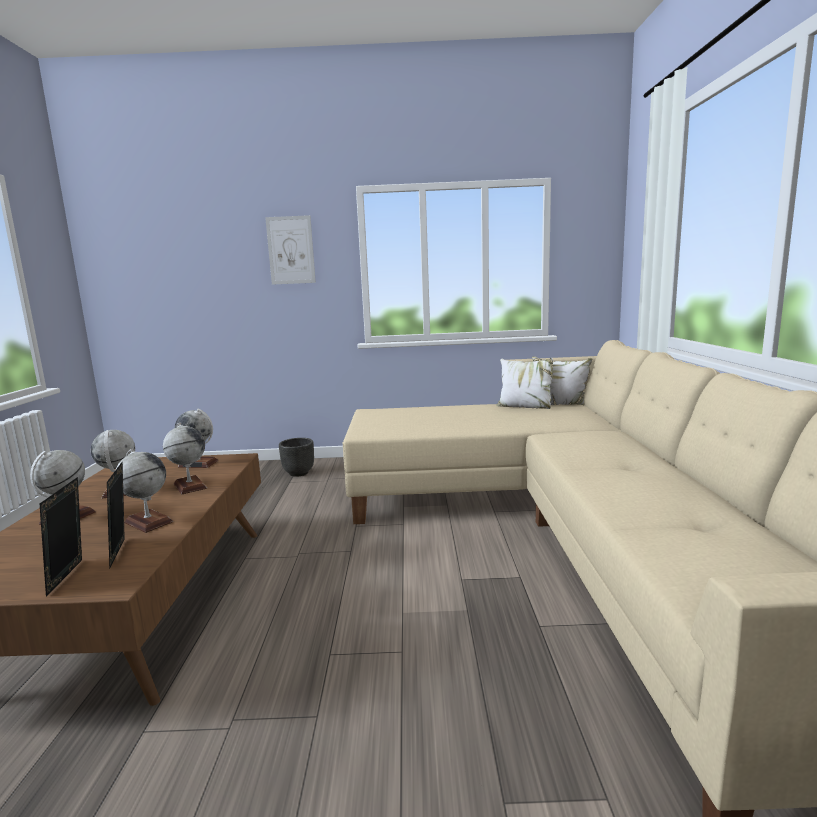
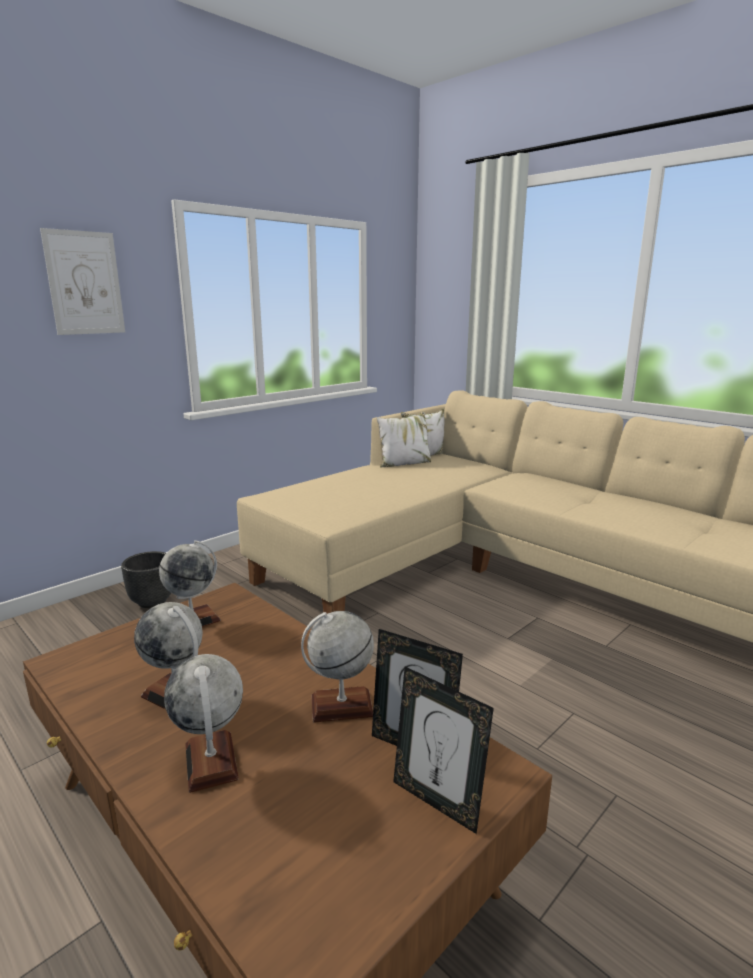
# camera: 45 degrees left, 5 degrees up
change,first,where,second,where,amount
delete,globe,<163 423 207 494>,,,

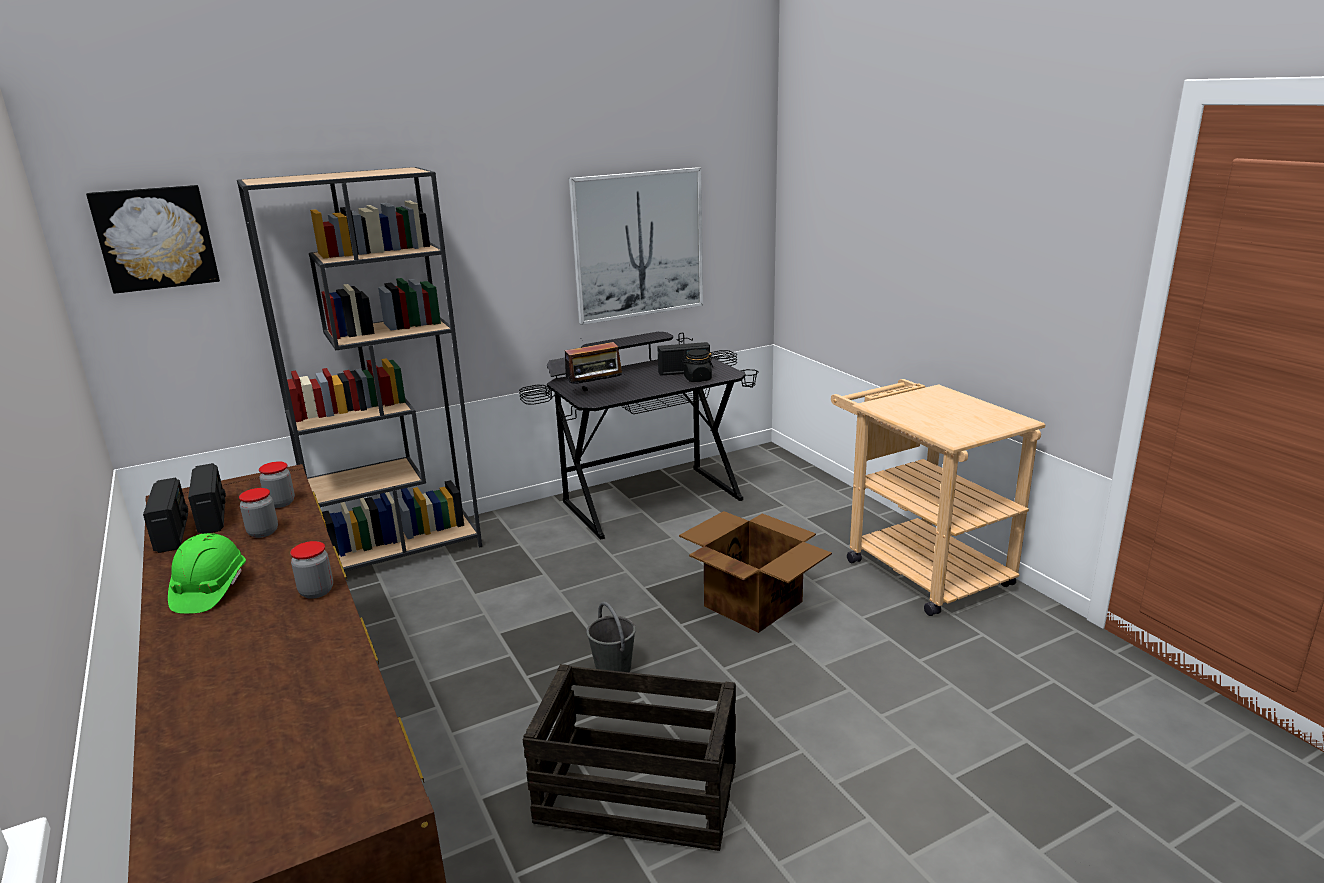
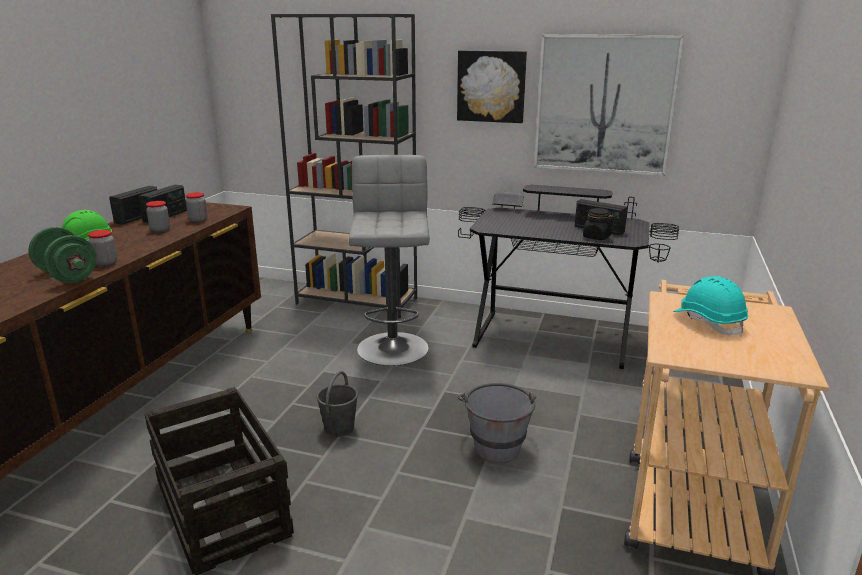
# camera: 45 degrees right, 0 degrees up
change,first,where,second,where,amount
delete,radio,<559 335 622 392>,,,
insert,,,green dumbbell,<28 227 97 283>,
insert,,,grey stool,<348 155 430 366>,
insert,,,turquoise hard hat,<673 276 748 337>,
move,picture,<86 185 220 294>,,<457 50 527 123>,
replace,cardboard box,<679 511 832 633>,grey bucket,<458 383 536 463>,

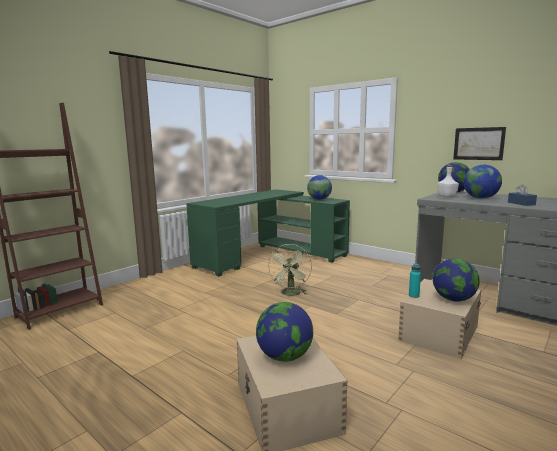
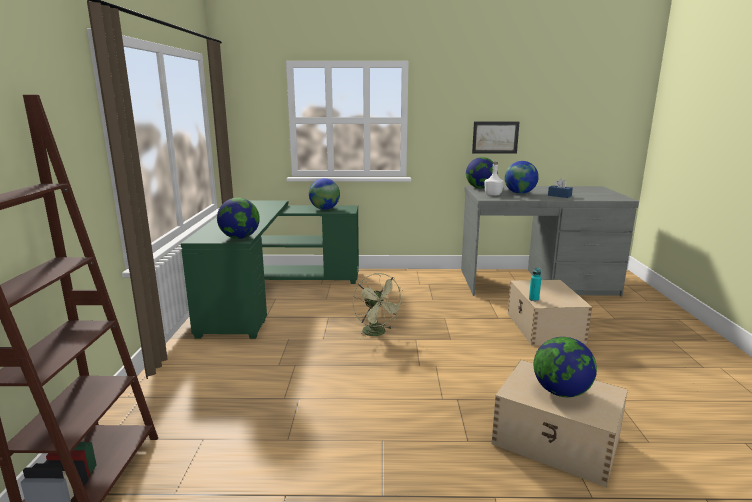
# camera: 40 degrees left, 5 degrees up
change,first,where,second,where,amount
move,globe,<433 258 480 302>,,<217 198 260 239>,

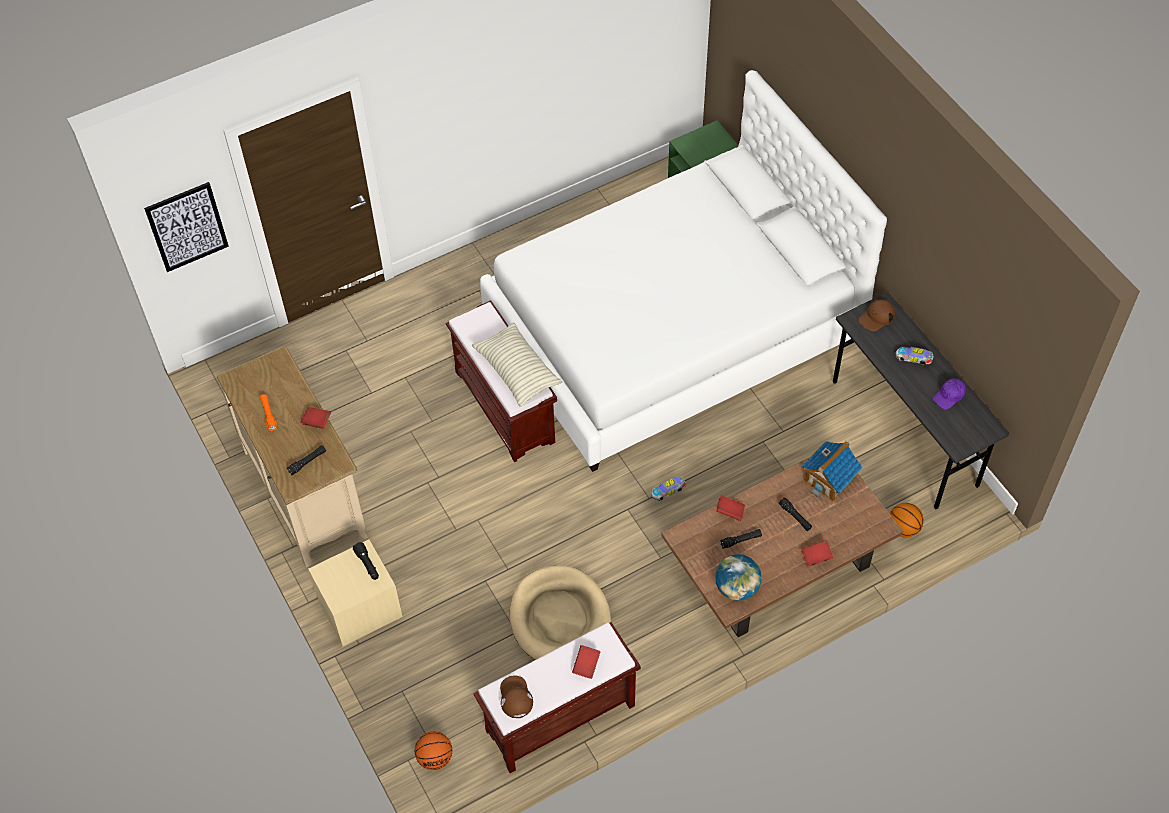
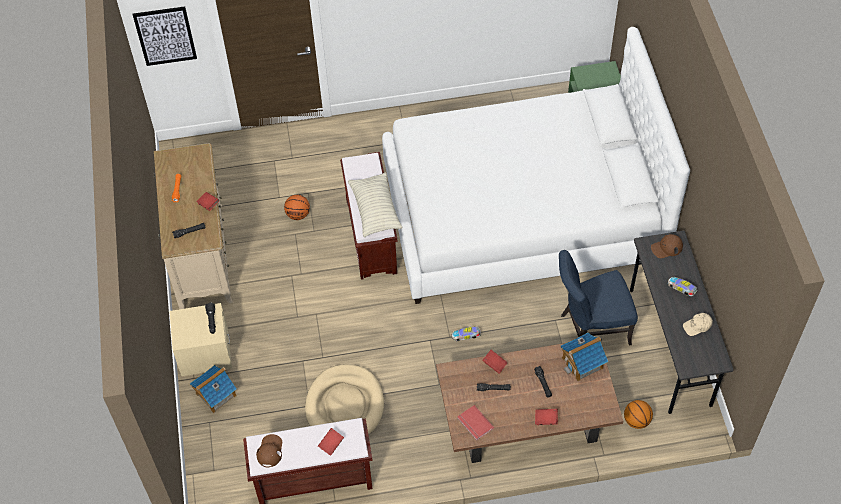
# camera: 20 degrees right, 0 degrees up
change,first,where,second,where,amount
insert,,,toy house,<190 365 237 413>,
insert,,,blue chair,<559 250 638 346>,
move,basketball,<415 732 452 770>,,<284 195 310 220>,
replace,globe,<715 554 761 601>,red book,<457 405 494 441>,
recolor,purple cap,<933 378 966 410>,beige cap,<683 313 713 336>,

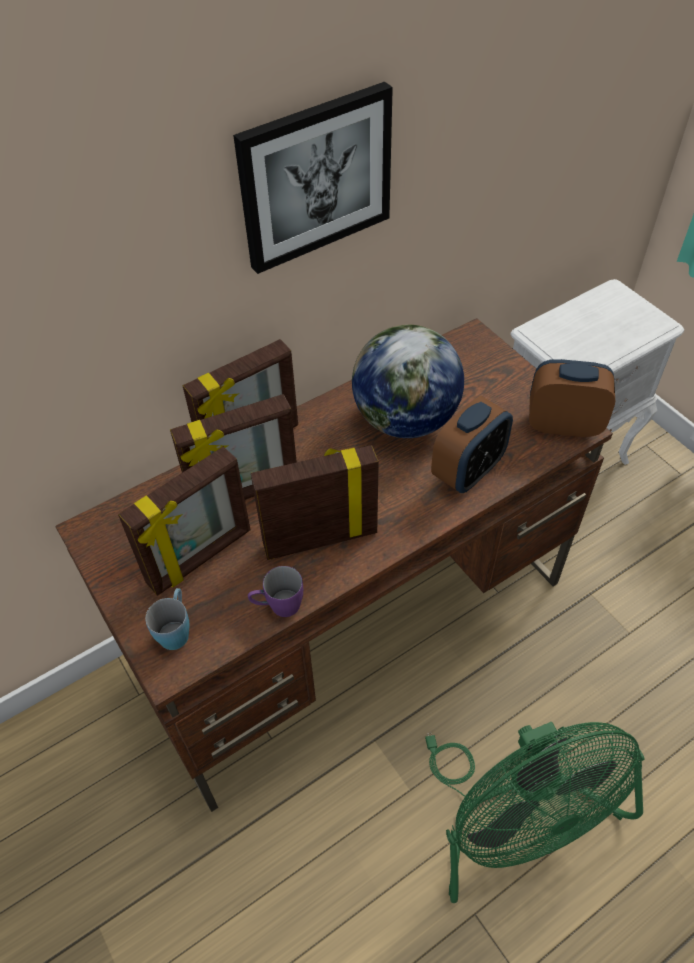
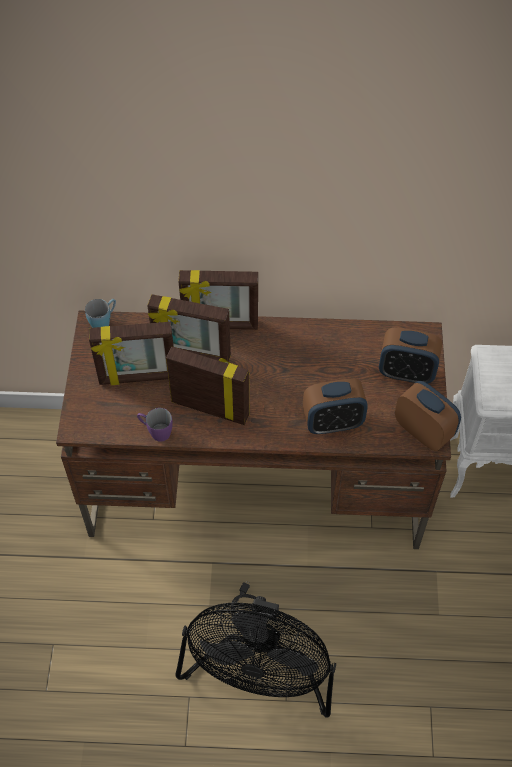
# camera: 35 degrees right, 5 degrees up
change,first,where,second,where,amount
delete,picture,<233 82 393 274>,,,
delete,globe,<352 324 464 438>,,,
insert,,,alarm clock,<379 327 442 384>,
move,blue mug,<145 588 190 650>,,<85 299 116 328>,
recolor,green fan,<425 722 645 903>,black fan,<175 582 336 718>,

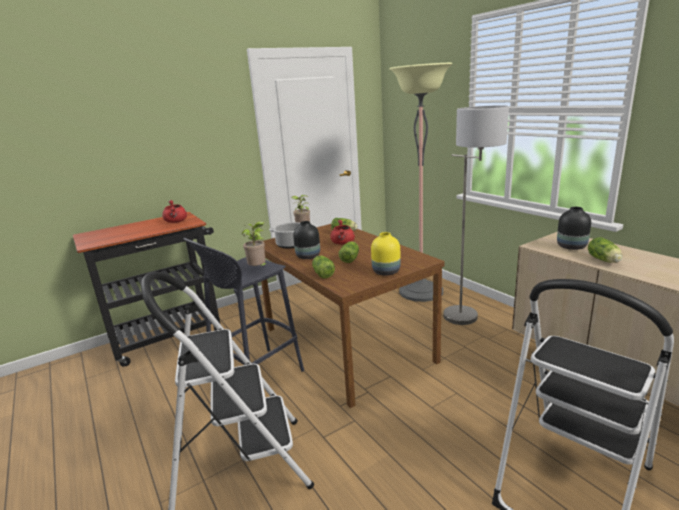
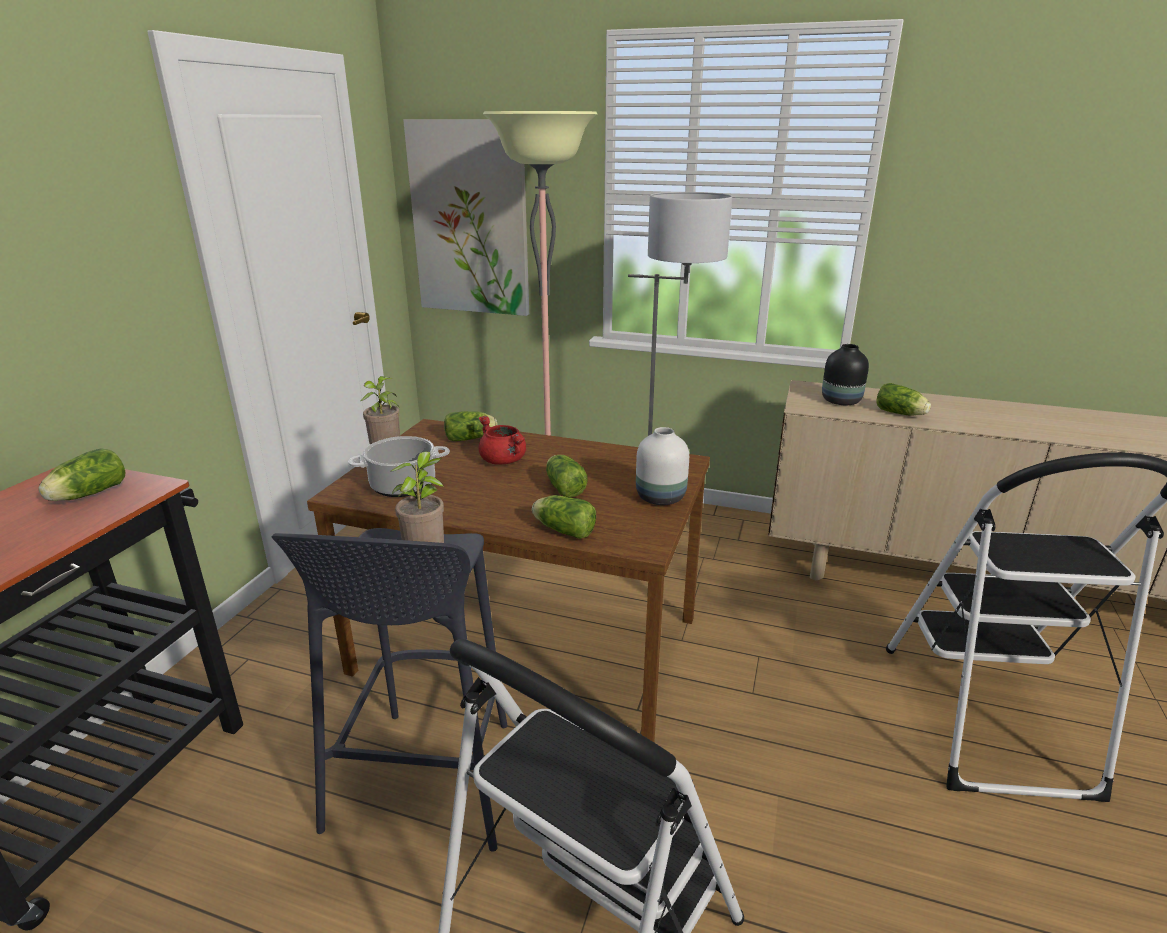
# camera: 40 degrees left, 5 degrees up
change,first,where,second,where,amount
delete,black vase,<293 221 320 259>,,,
insert,,,picture,<403 119 529 316>,
replace,red cooking pot,<162 200 187 223>,lettuce,<38 448 125 501>,
recolor,yellow vase,<371 232 401 276>,white vase,<636 427 689 505>,

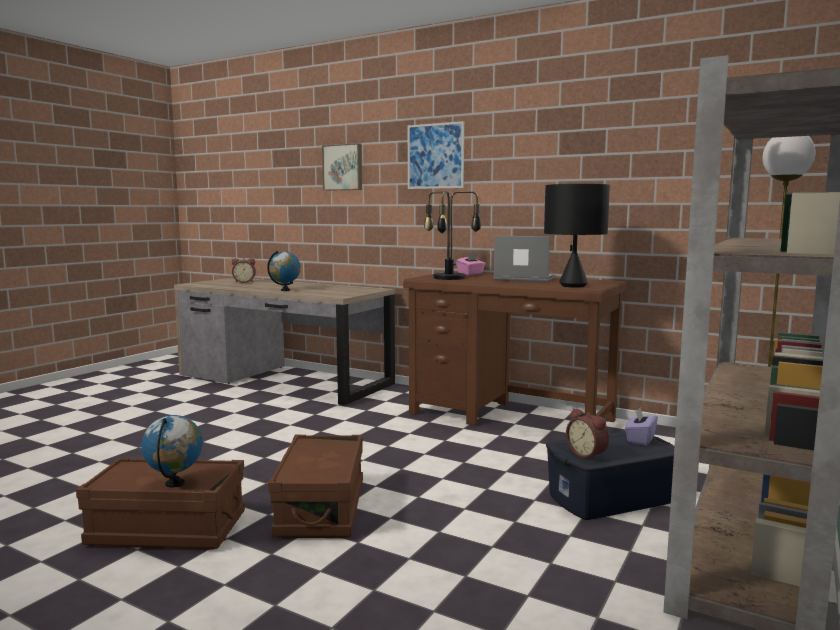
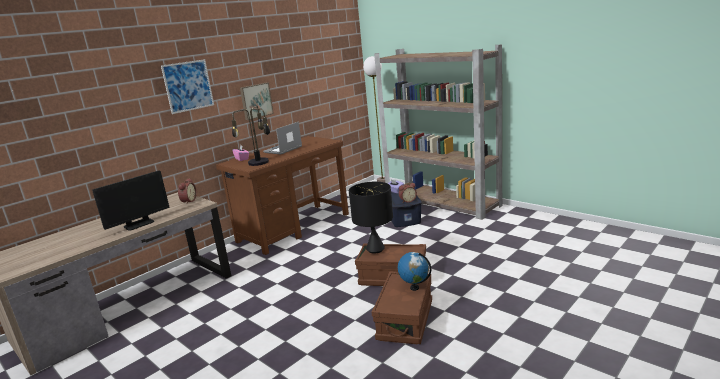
# camera: 75 degrees left, 10 degrees up
change,first,where,second,where,amount
move,alarm clock,<232 258 256 283>,,<178 178 197 204>,
move,picture,<322 143 362 191>,,<240 83 274 120>,
move,black table lamp,<544 184 610 287>,,<349 182 393 254>,
replace,globe,<267 251 301 291>,monitor,<92 170 169 231>,

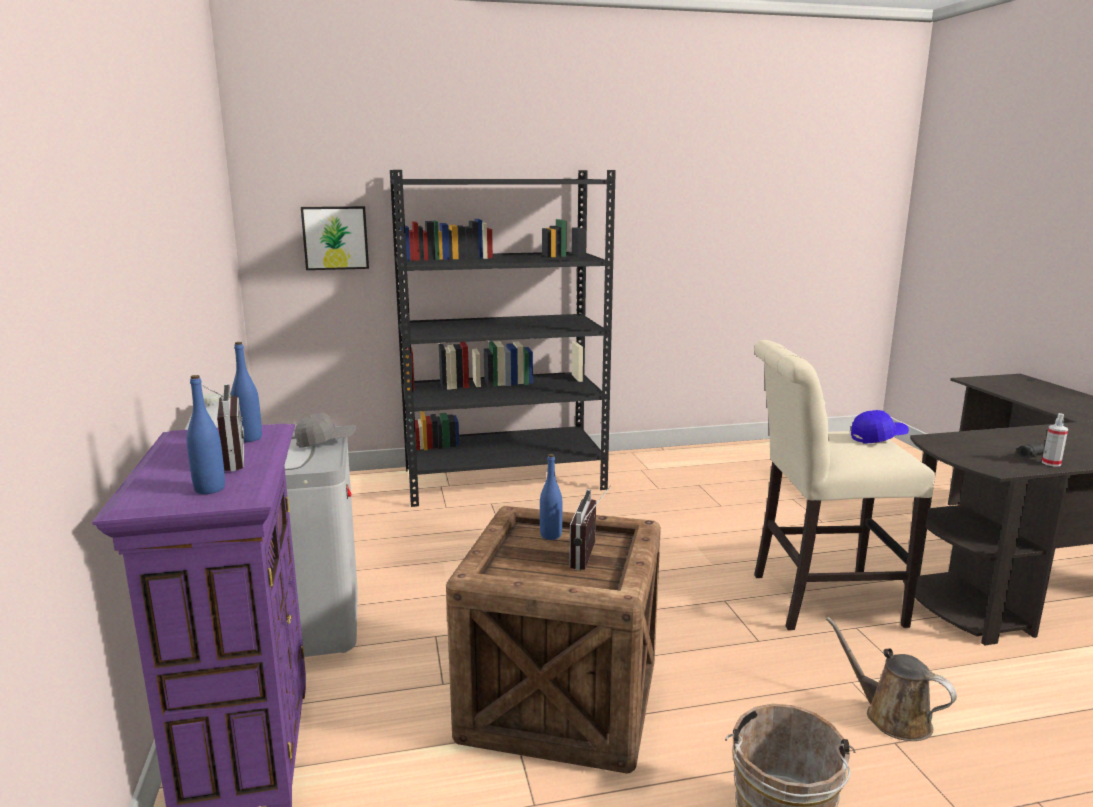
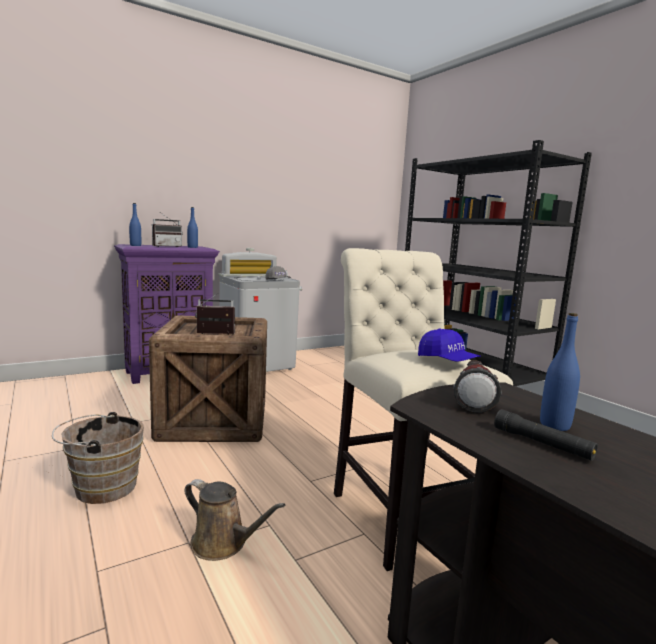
# camera: 70 degrees right, 5 degrees down
change,first,where,second,where,amount
delete,picture,<301 206 369 270>,,,
delete,spray bottle,<1042 413 1068 466>,,,
insert,,,flashlight,<453 360 502 413>,
move,blue bottle,<540 454 563 540>,,<540 313 580 431>,
rotate,brown watering can,<826 617 957 741>,,<184 479 286 561>,90 degrees clockwise

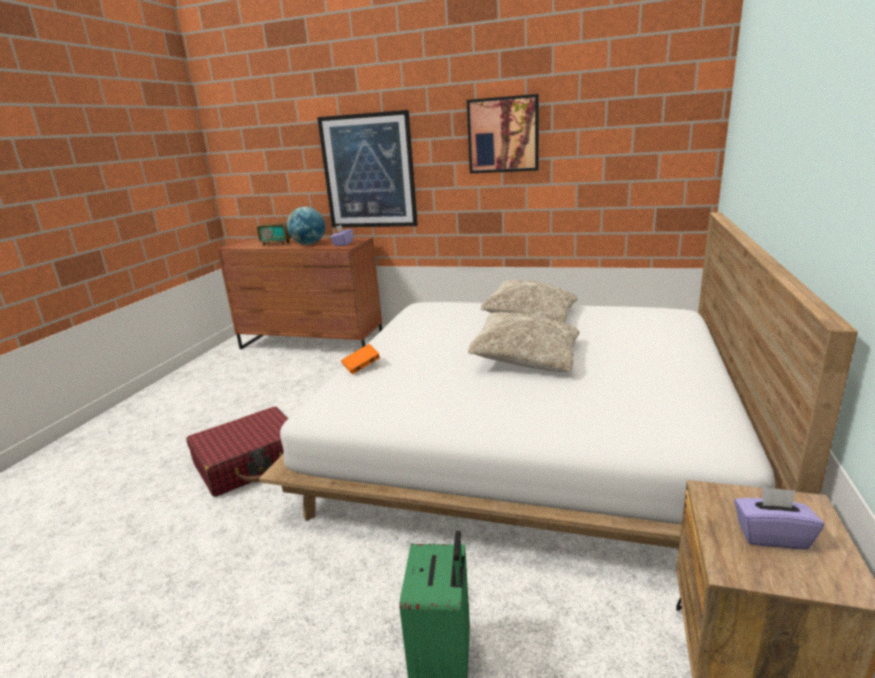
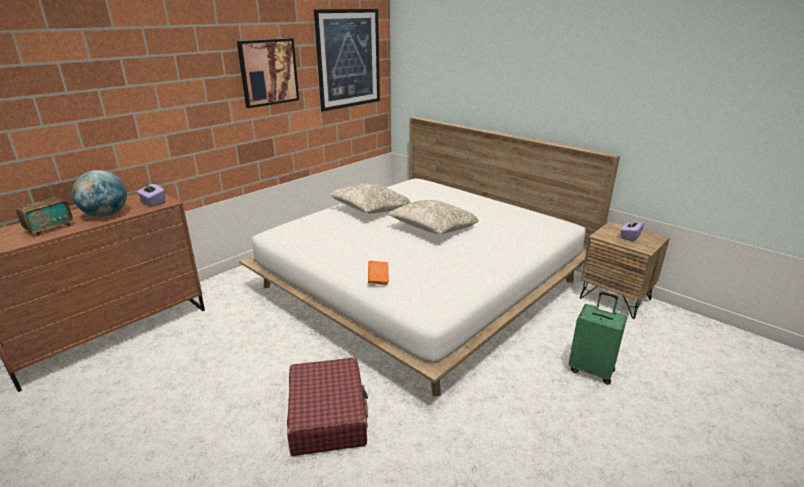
# camera: 65 degrees left, 5 degrees up
change,first,where,second,where,amount
move,picture,<317 110 418 228>,,<314 9 380 112>,

